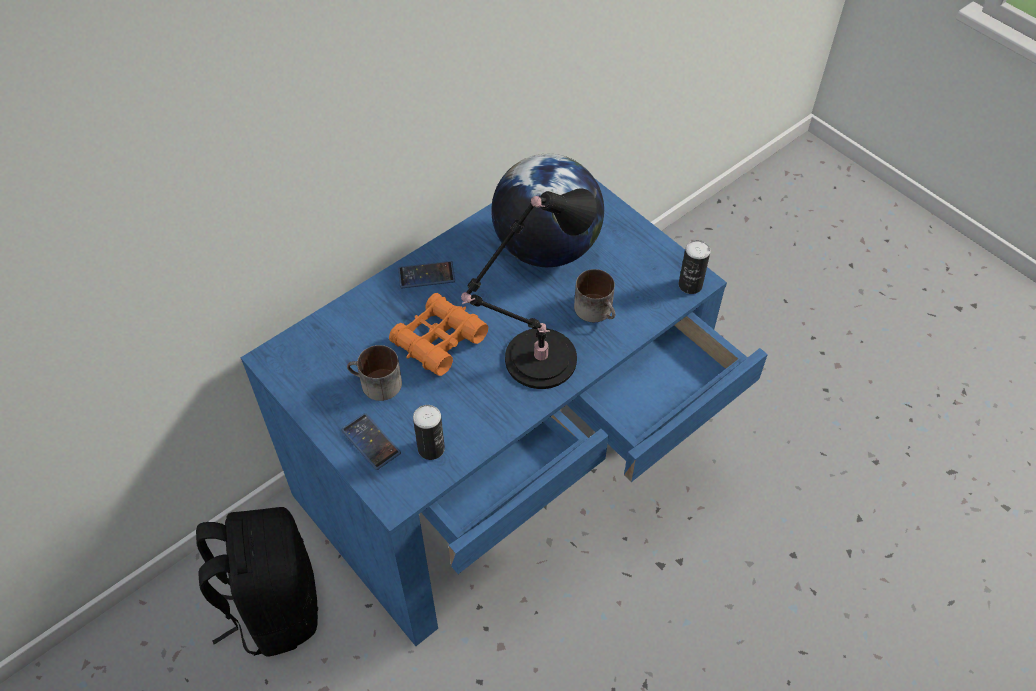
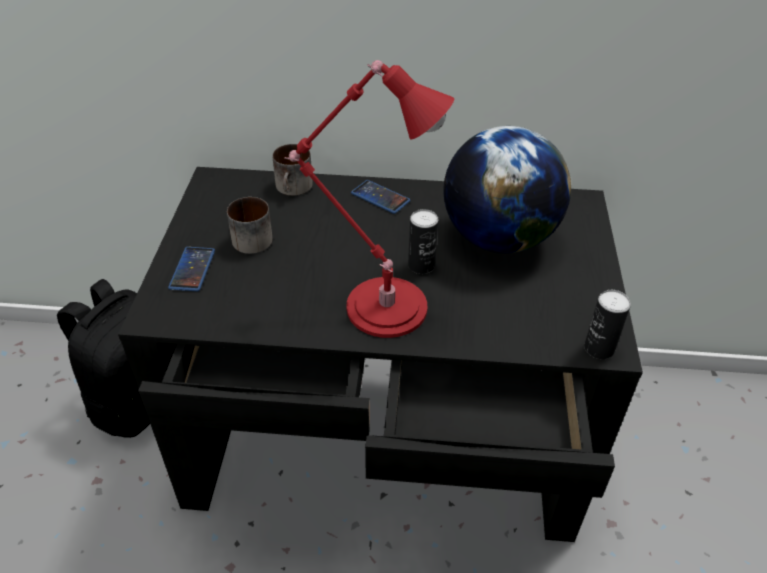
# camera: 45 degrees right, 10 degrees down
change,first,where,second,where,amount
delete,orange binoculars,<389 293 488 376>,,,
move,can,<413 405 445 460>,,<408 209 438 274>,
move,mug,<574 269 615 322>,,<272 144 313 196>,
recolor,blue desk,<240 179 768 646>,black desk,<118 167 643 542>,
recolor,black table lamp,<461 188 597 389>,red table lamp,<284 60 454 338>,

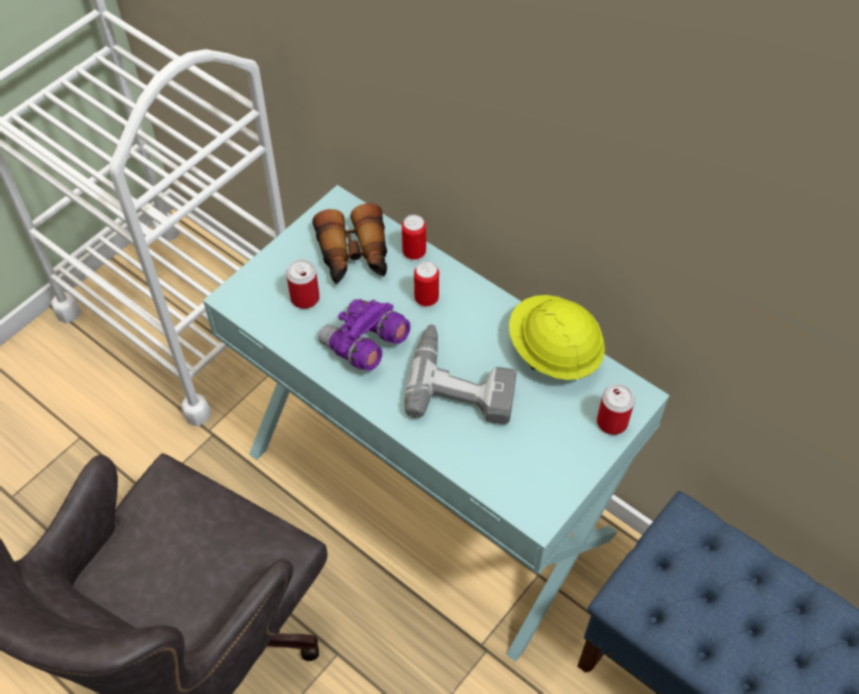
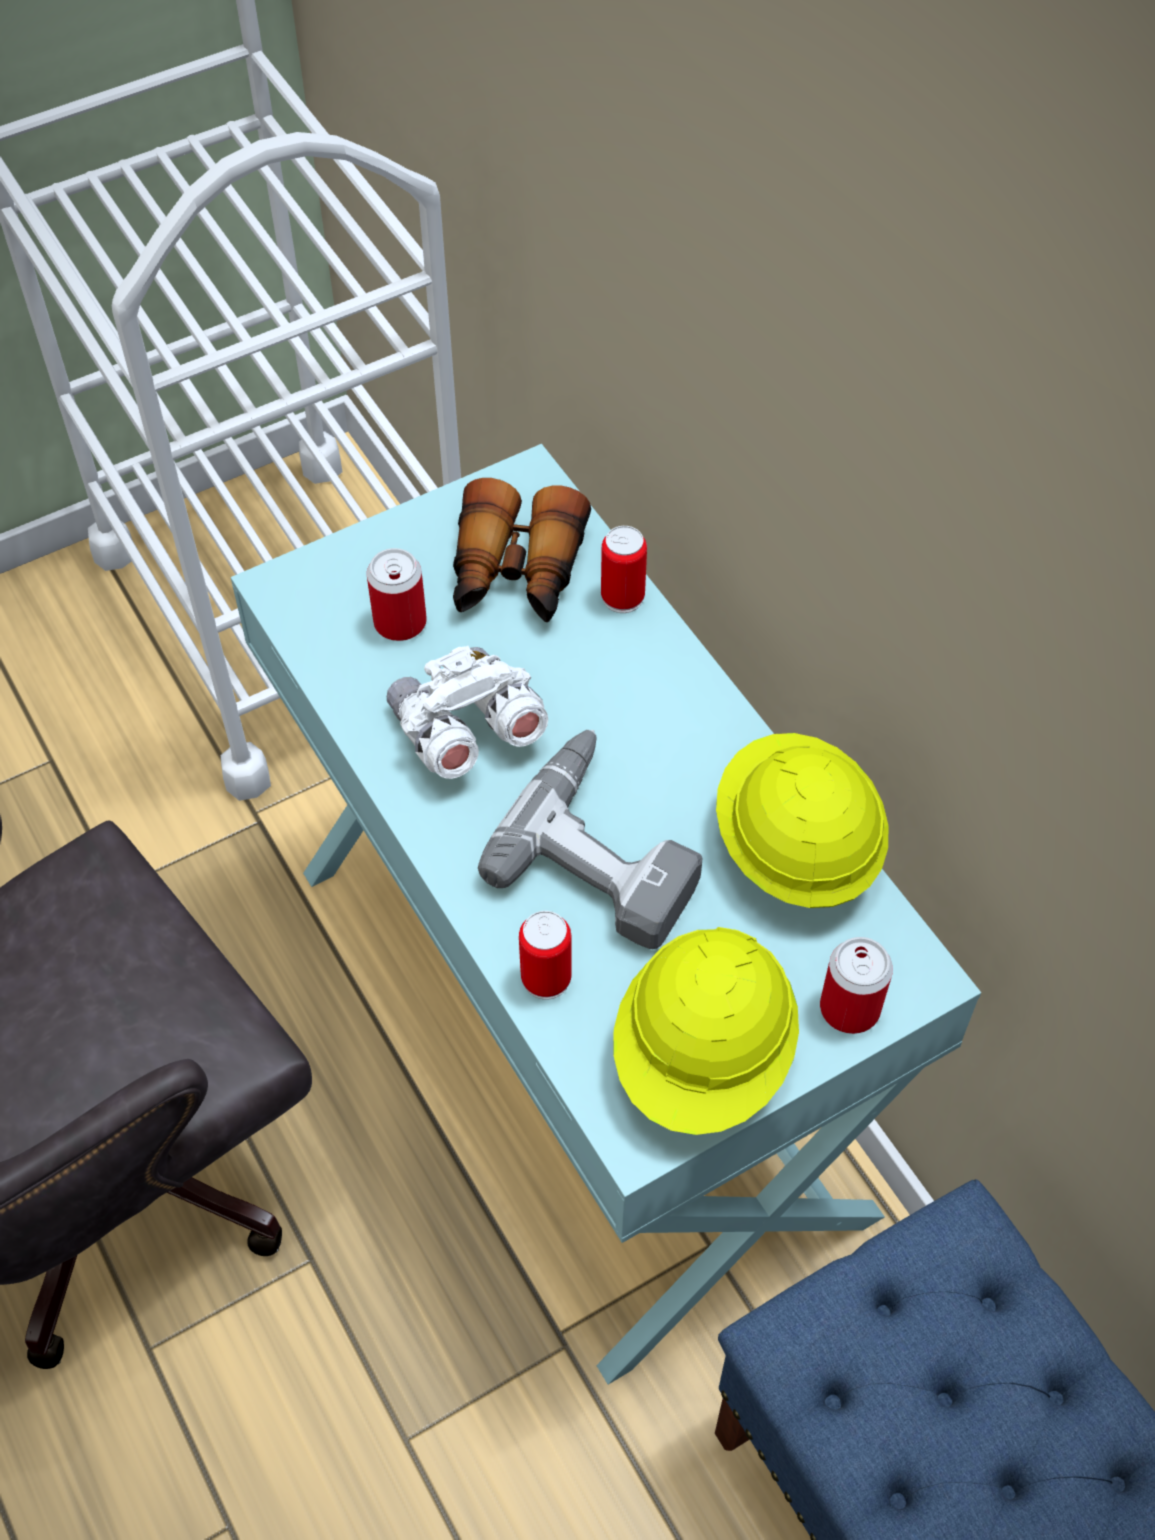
# camera: 20 degrees right, 0 degrees up
change,first,where,second,where,amount
insert,,,yellow hard hat,<613 927 799 1135>,
move,can,<414 261 439 308>,,<519 911 572 1000>,
recolor,purple binoculars,<318 299 410 371>,white binoculars,<387 646 548 779>,

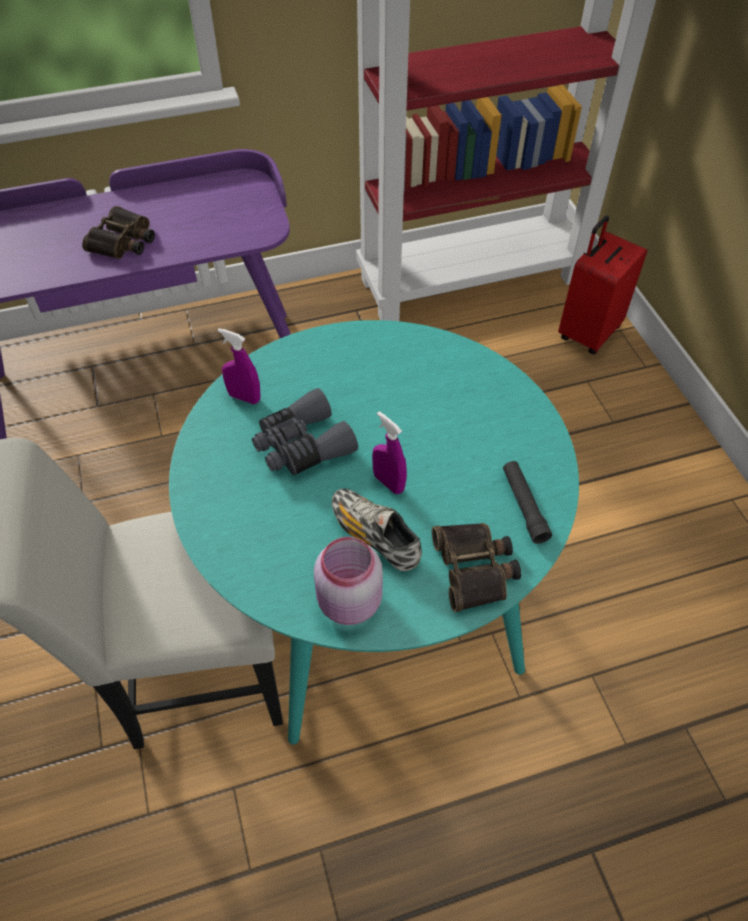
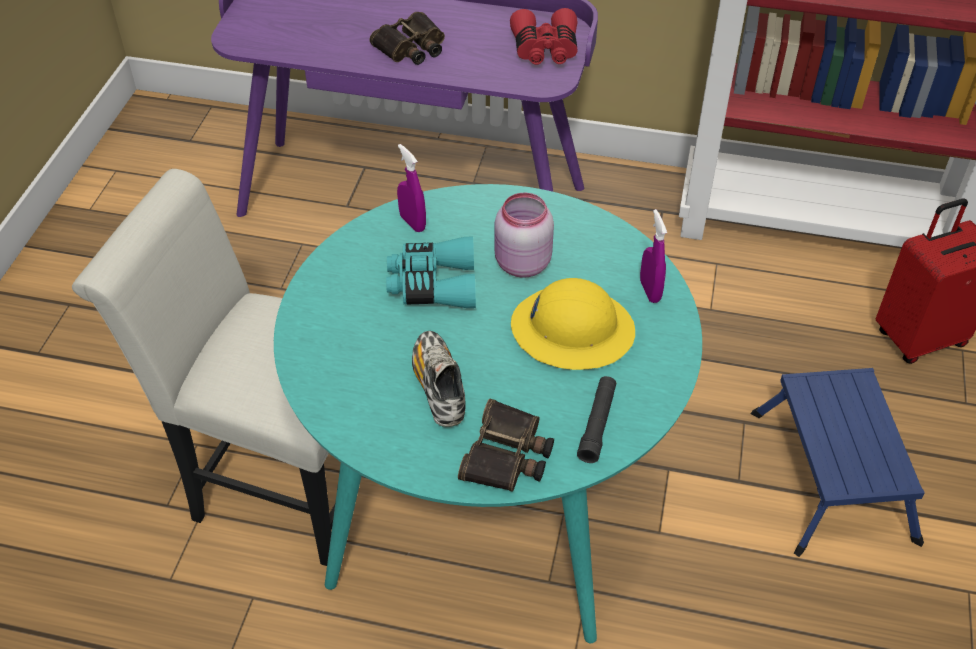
# camera: 30 degrees right, 5 degrees down
change,first,where,second,where,amount
insert,,,red binoculars,<510 8 577 65>,
insert,,,yellow hard hat,<511 278 635 370>,
insert,,,blue step ladder,<750 368 925 557>,
move,pink jar,<314 537 383 625>,,<494 193 554 278>,
move,purple spray bottle,<372 411 407 494>,,<640 209 667 303>,
recolor,grey binoculars,<252 388 358 475>,turquoise binoculars,<386 237 476 308>,

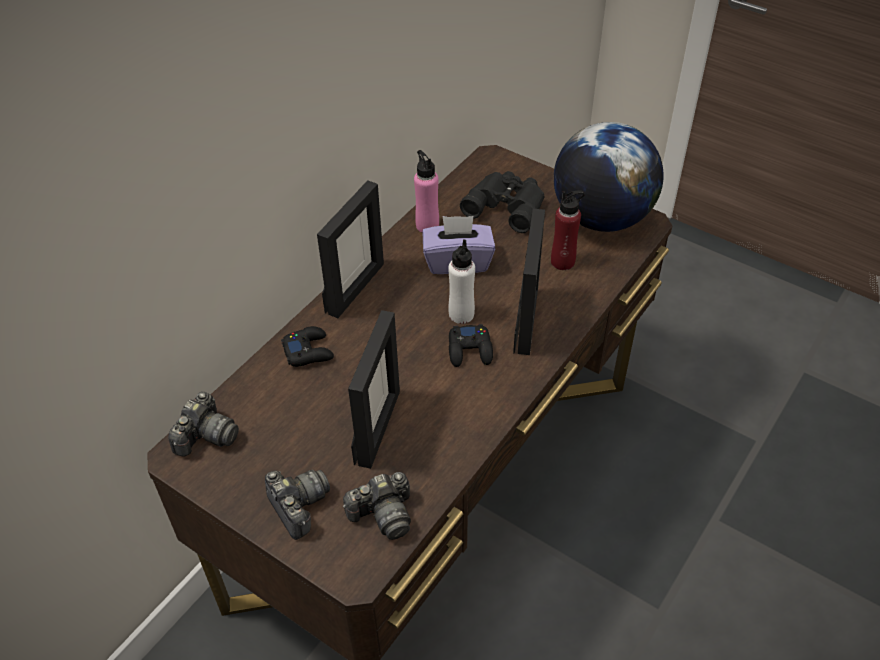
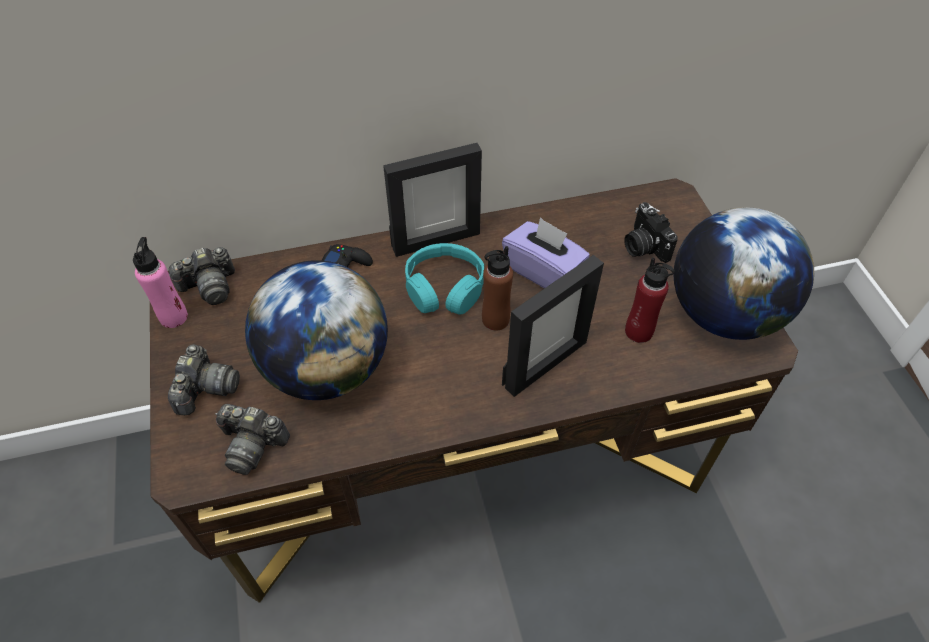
# camera: 40 degrees right, 5 degrees up
change,first,where,second,where,amount
delete,black game controller,<449 324 493 367>,,,
insert,,,turquoise headphones,<405 243 484 315>,
move,pink bottle,<414 150 439 232>,,<133 237 188 328>,
replace,picture frame,<348 310 400 469>,globe,<245 260 388 400>,
replace,black binoculars,<460 171 545 233>,photo camera,<624 202 677 263>,
recolor,white bottle,<448 239 475 324>,brown bottle,<482 246 513 331>,

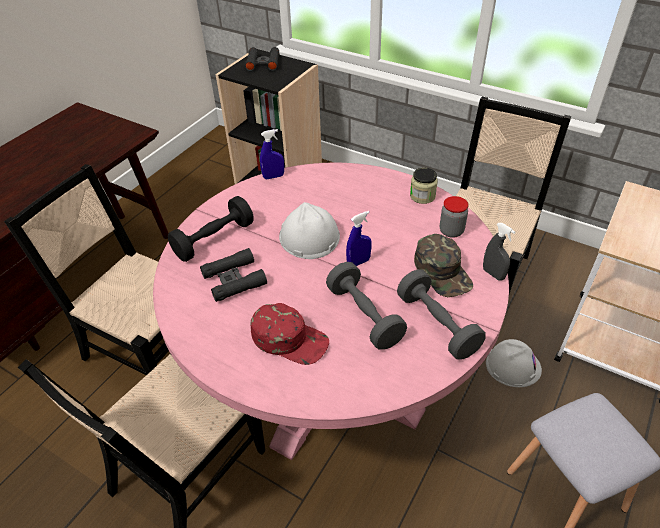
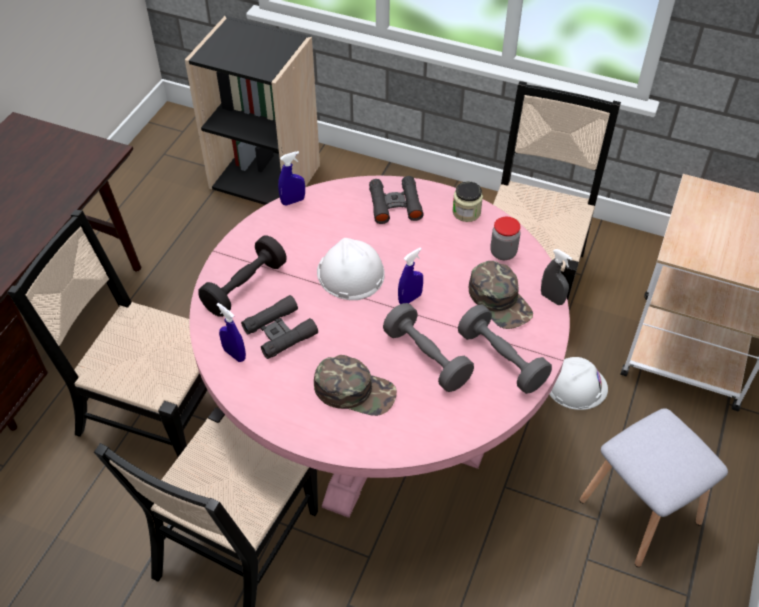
# camera: 10 degrees left, 5 degrees up
change,first,where,second,where,amount
insert,,,blue spray bottle,<216 303 246 362>,
move,black binoculars,<245 47 280 71>,,<369 176 424 224>,
recolor,red cap,<250 303 329 365>,green cap,<314 355 397 416>,

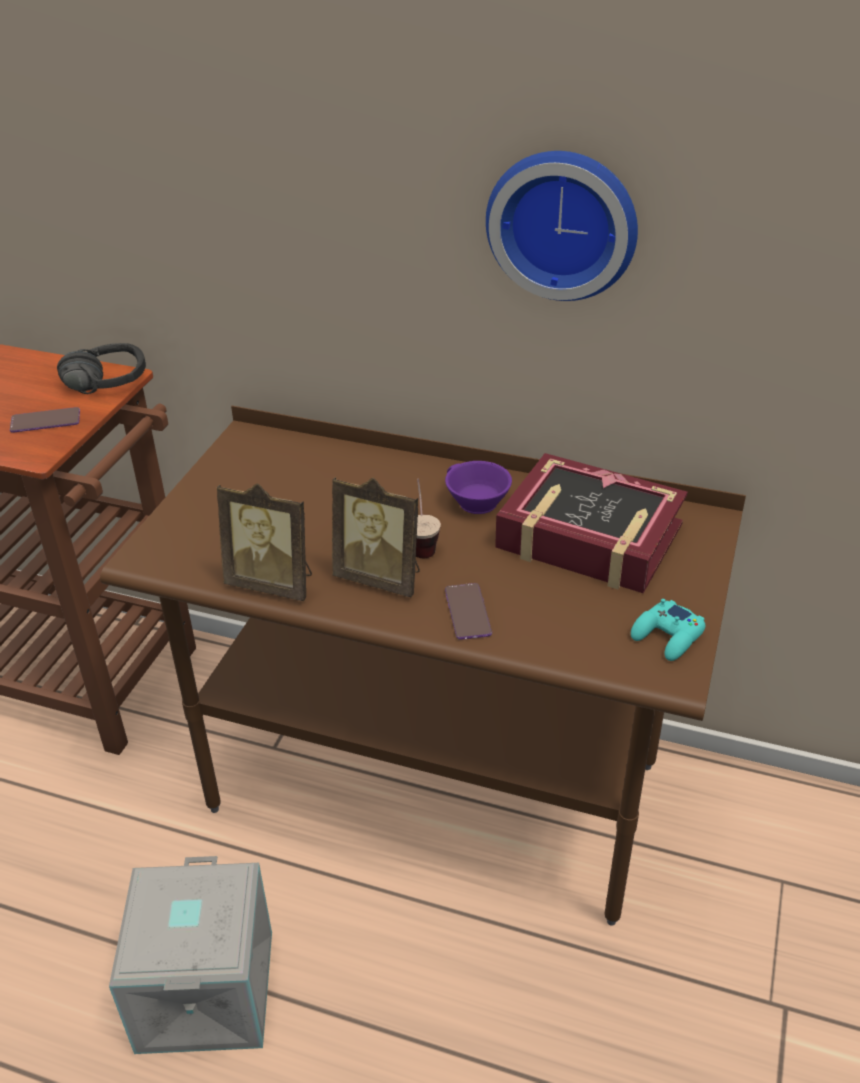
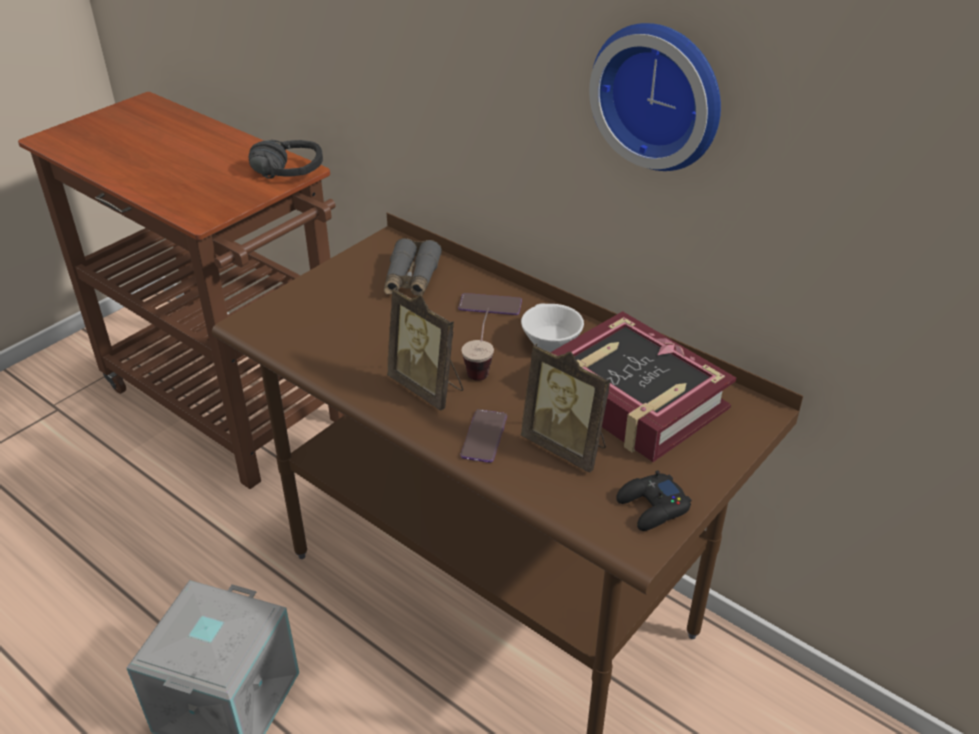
# camera: 20 degrees right, 0 degrees up
change,first,where,second,where,amount
insert,,,grey binoculars,<384 238 442 296>,
move,phone,<10 407 80 433>,,<458 293 522 315>,
move,picture frame,<217 483 312 601>,,<521 343 611 473>,
recolor,purple cup,<445 461 512 514>,white cup,<521 303 584 352>,
recolor,turquoise game controller,<631 599 705 661>,black game controller,<616 470 691 531>,

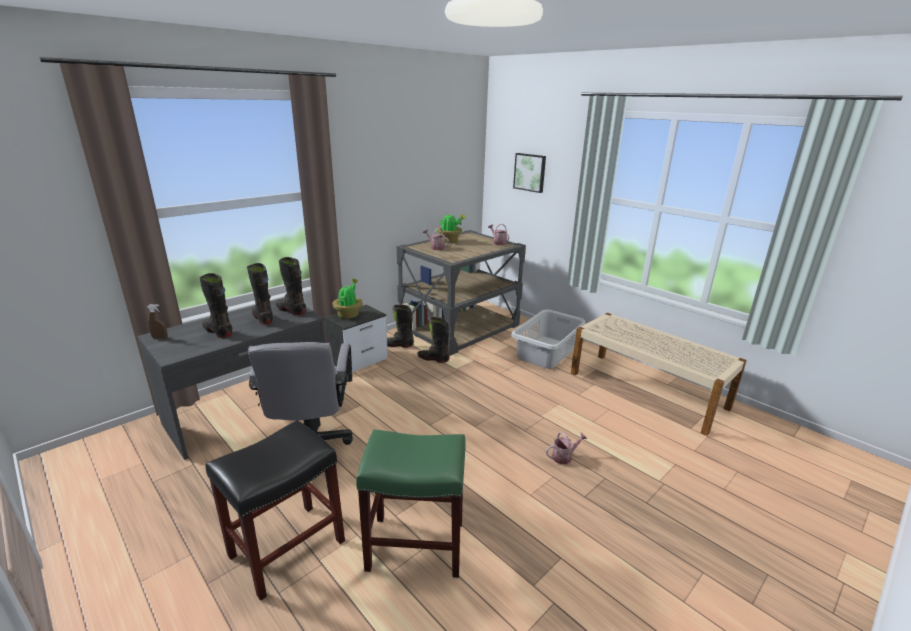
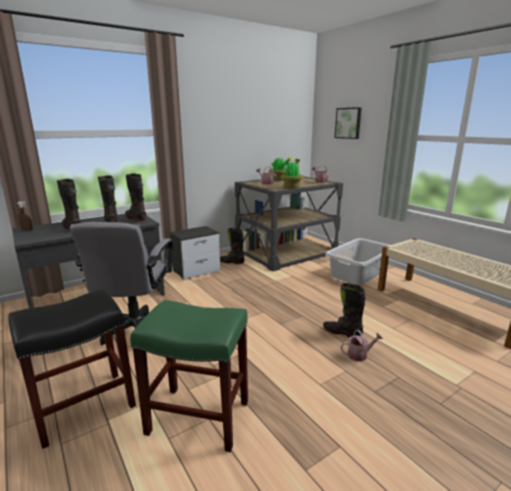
# camera: 10 degrees right, 5 degrees down
change,first,where,second,where,amount
move,potted plant,<332 279 363 319>,,<281 159 304 188>,
move,black boot,<418 317 450 363>,,<323 283 366 338>,

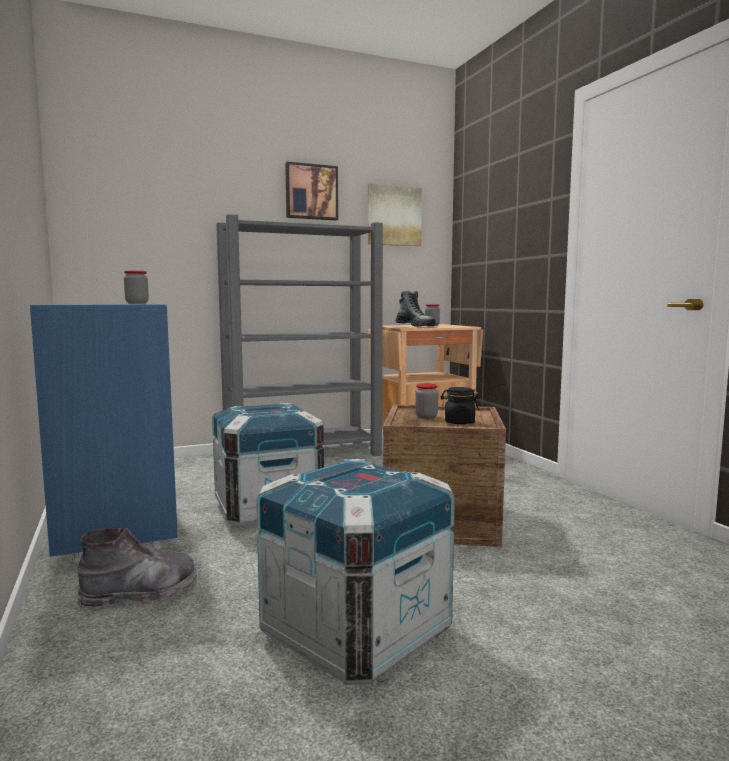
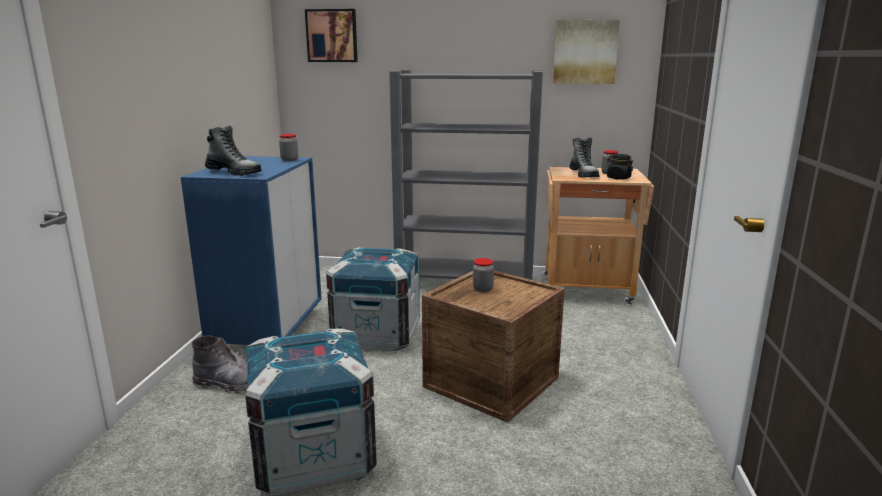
# camera: 30 degrees right, 10 degrees up
change,first,where,second,where,amount
insert,,,boot,<205 126 262 176>,
move,picture,<285 162 338 220>,,<305 9 358 62>,
move,black jar,<441 387 479 424>,,<607 154 633 180>,

